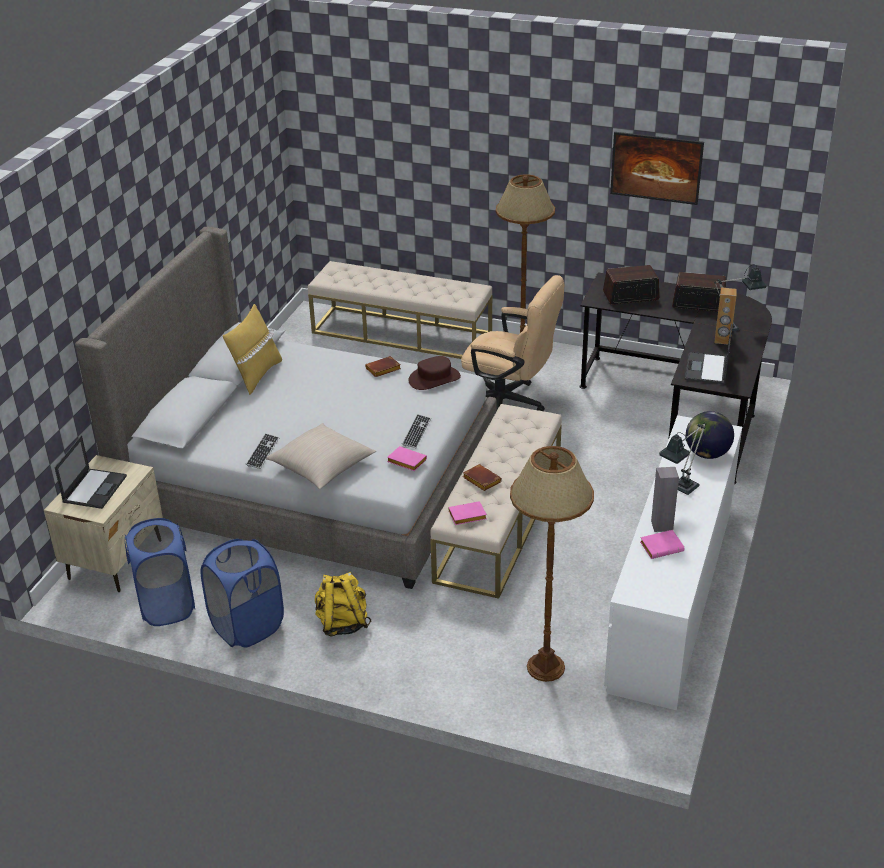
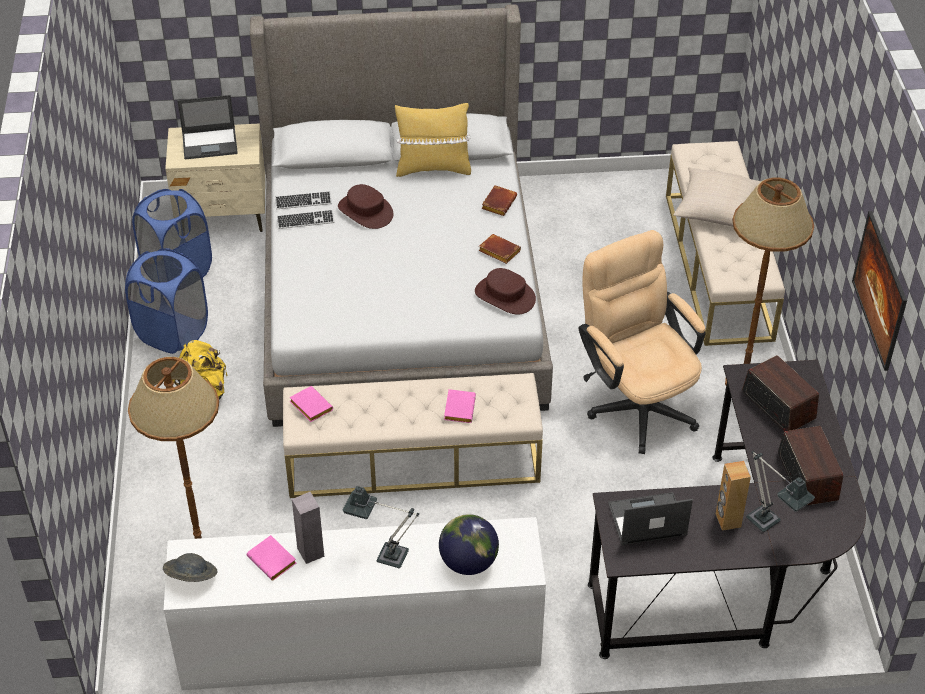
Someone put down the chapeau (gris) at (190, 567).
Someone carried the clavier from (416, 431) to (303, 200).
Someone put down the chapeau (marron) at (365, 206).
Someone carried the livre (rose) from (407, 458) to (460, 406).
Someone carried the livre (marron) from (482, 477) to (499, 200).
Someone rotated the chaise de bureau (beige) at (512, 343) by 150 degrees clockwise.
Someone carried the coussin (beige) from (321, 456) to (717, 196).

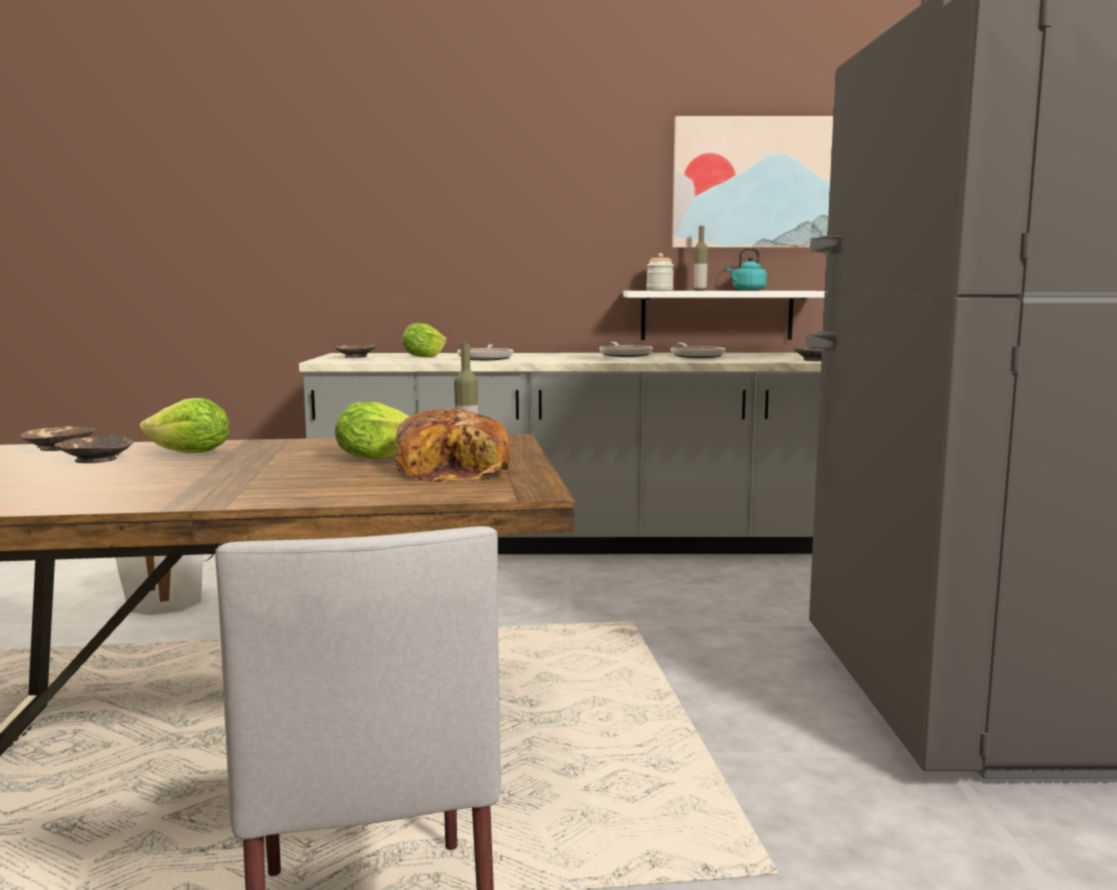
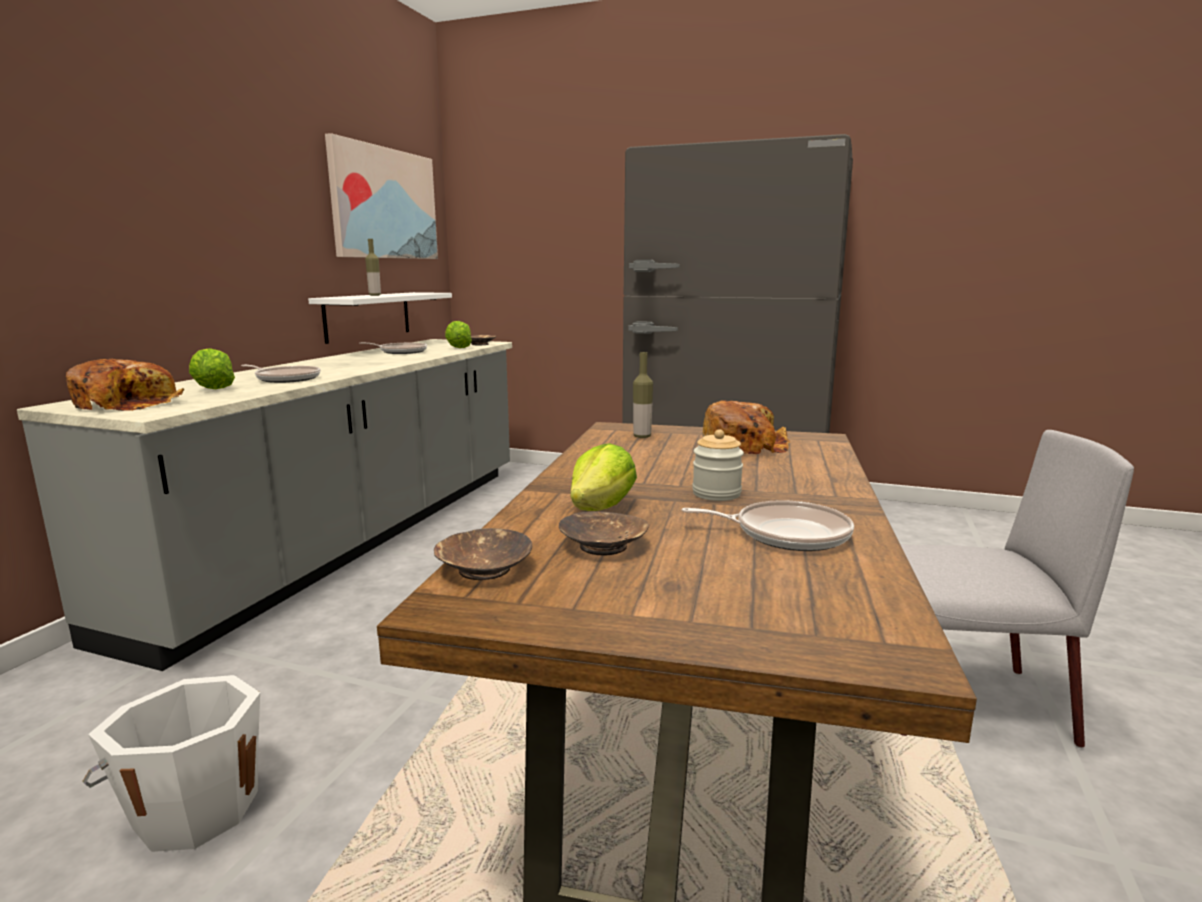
Someone swapped the bol (marron) at (355, 351) for the pain at (125, 385).
Someone carried the laitue from (372, 430) to (458, 334).
Someone carried the poêle from (626, 349) to (768, 525).
Someone carried the bocal from (660, 272) to (718, 465).
Someone took away the bouilloire (turquoise) at (747, 269).

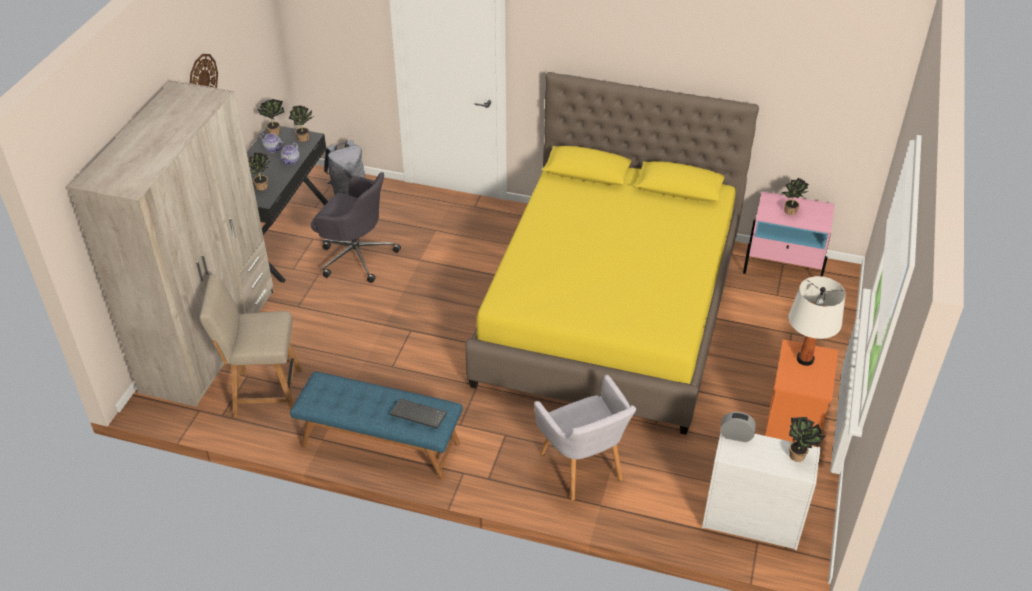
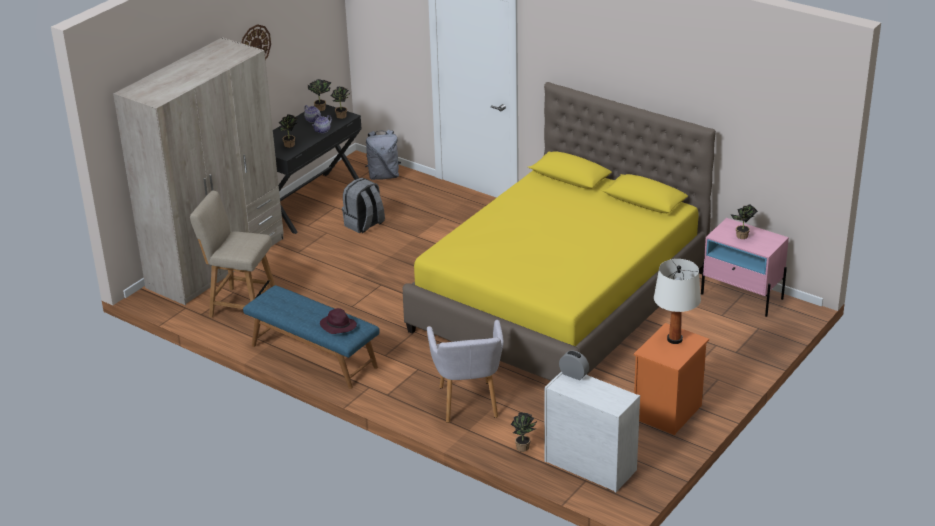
Someone swapped the clavier at (418, 413) for the chapeau (violet) at (338, 321).
Someone swapped the chaise de bureau (gris) at (356, 227) for the sac à dos (gris) at (363, 205).
Someone carried the plante en pot from (807, 439) to (523, 432).

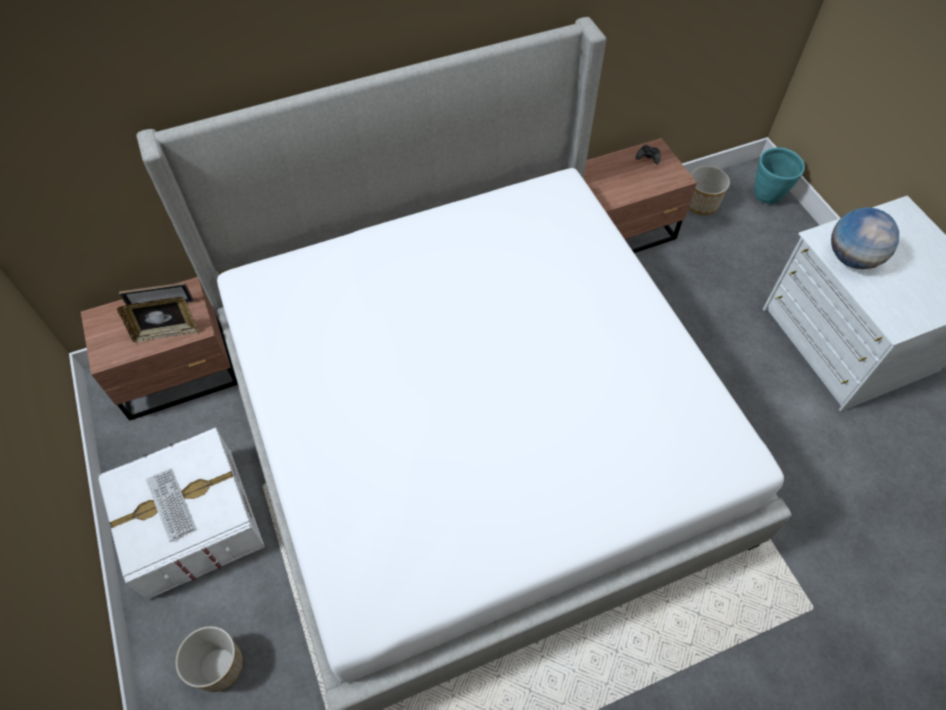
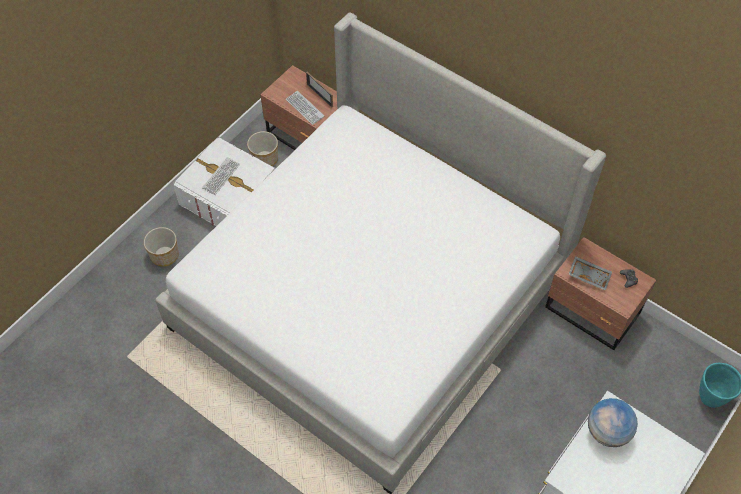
Someone carried the cache-pot from (709, 190) to (262, 148).
Someone swapped the cadre photo at (157, 320) for the clavier at (305, 108).
Someone put down the plateau (gris) at (590, 273).

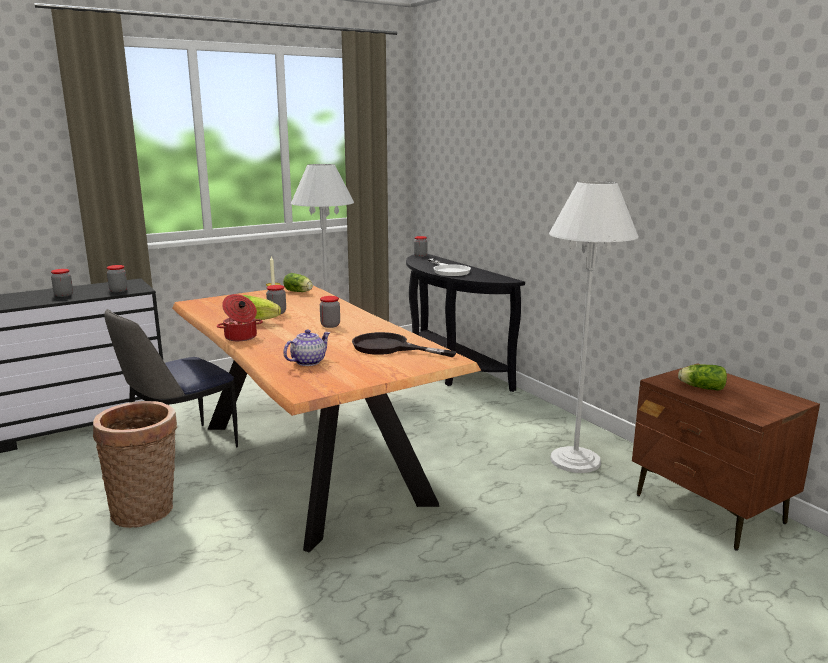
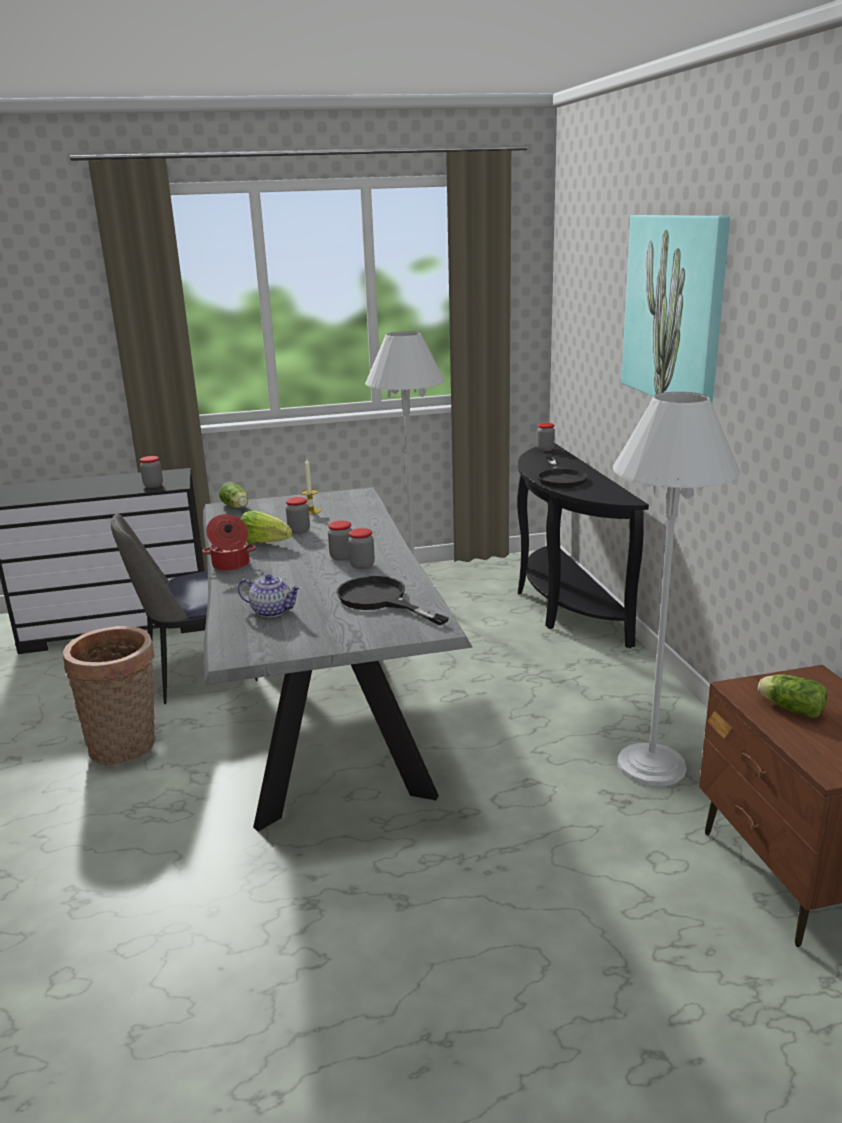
Someone repainted the table à manger (marron) at (326, 419), which became the table à manger (gris) at (337, 659).
Someone carried the laitue from (298, 282) to (233, 495).
Someone rotated the théière at (306, 347) by 45 degrees clockwise.
Someone carried the bocal from (62, 283) to (361, 548).
Someone repainted the poêle (blanc) at (449, 267), which became the poêle (noir) at (562, 472).
Someone put up the tableau at (675, 310).

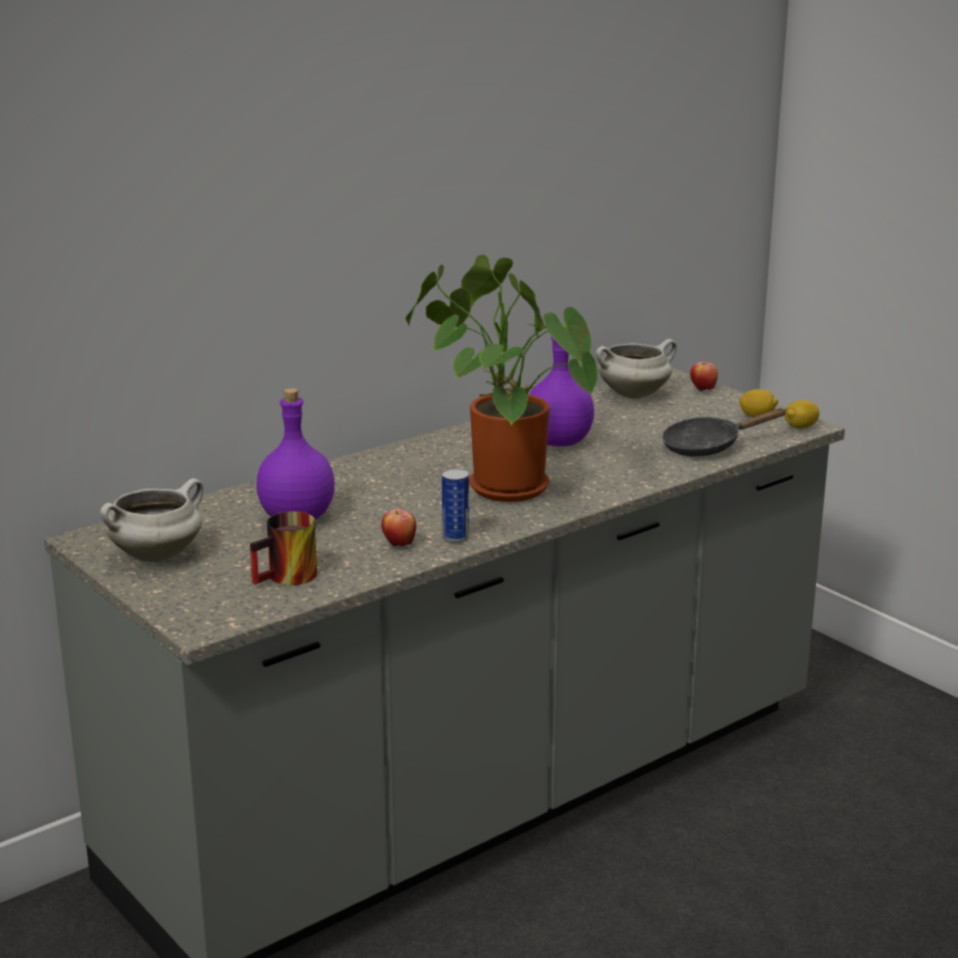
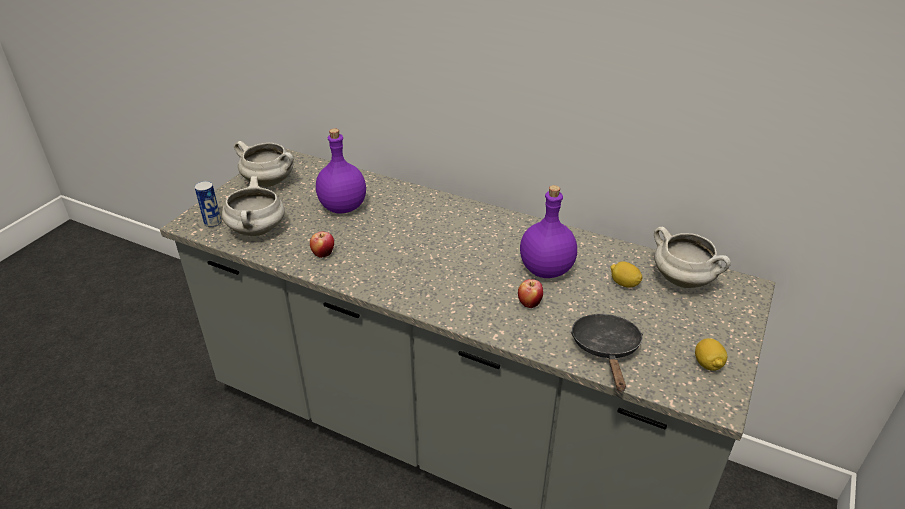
Someone carried the boîte métallique from (455, 506) to (207, 204).
Someone swapped the mug at (283, 548) for the marmite (blanc) at (253, 206).
Someone carried the pomme from (704, 377) to (530, 293).
Someone rotated the poêle (noir) at (724, 432) by 45 degrees clockwise.
Someone carried the citron from (802, 414) to (626, 274).
Someone took away the plante en pot at (502, 378).

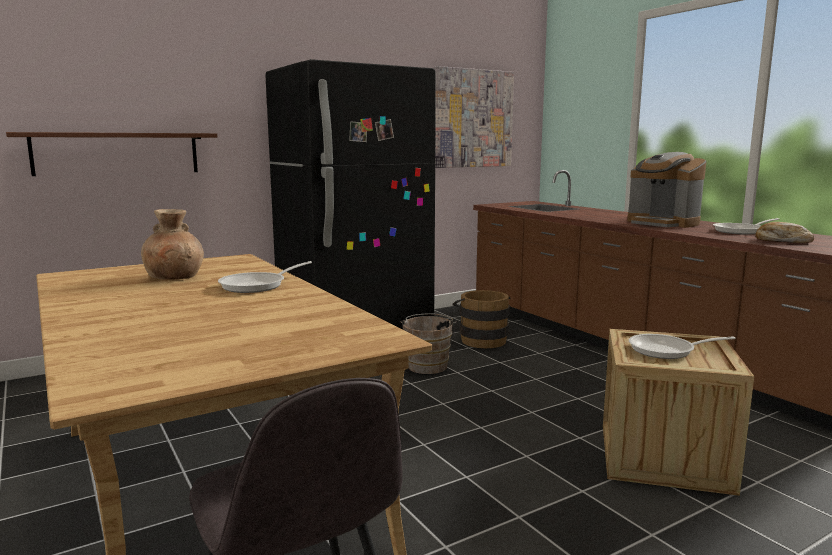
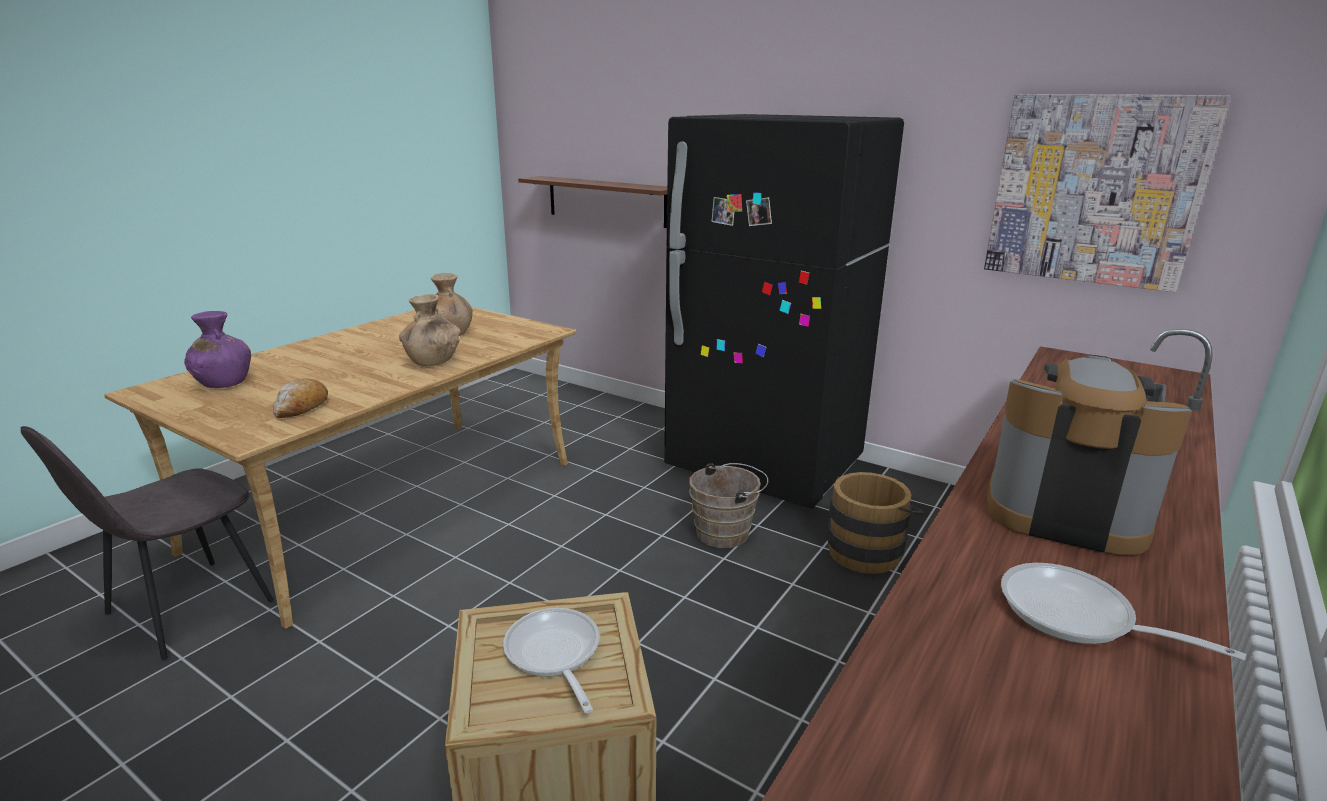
Someone put down the vase (violet) at (217, 349).
Someone carried the pain from (785, 232) to (300, 398).
Someone swapped the poêle at (265, 277) for the vase (marron) at (430, 330).
Someone rotated the machine à café at (666, 190) by 90 degrees clockwise.

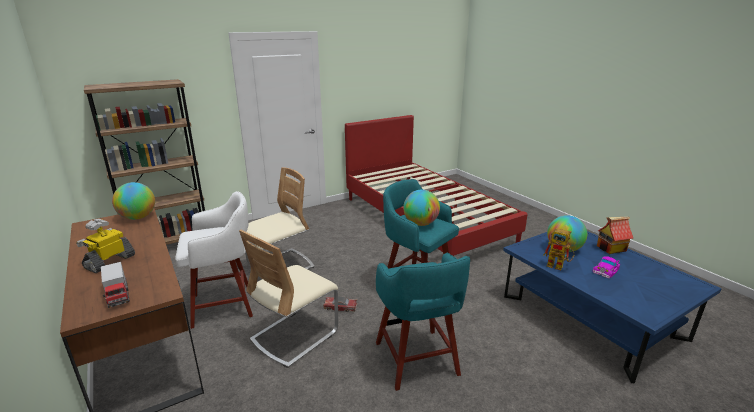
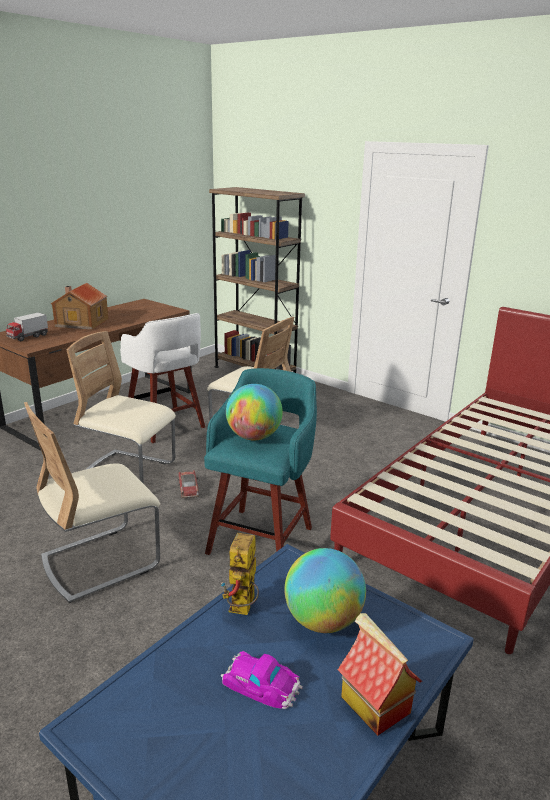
Someone swapped the tabouret (turquoise) at (423, 322) for the chaise (beige) at (92, 502).
Someone swapped the robot jouet at (105, 246) for the maison miniature at (79, 306).
Someone took away the globe at (133, 201).

